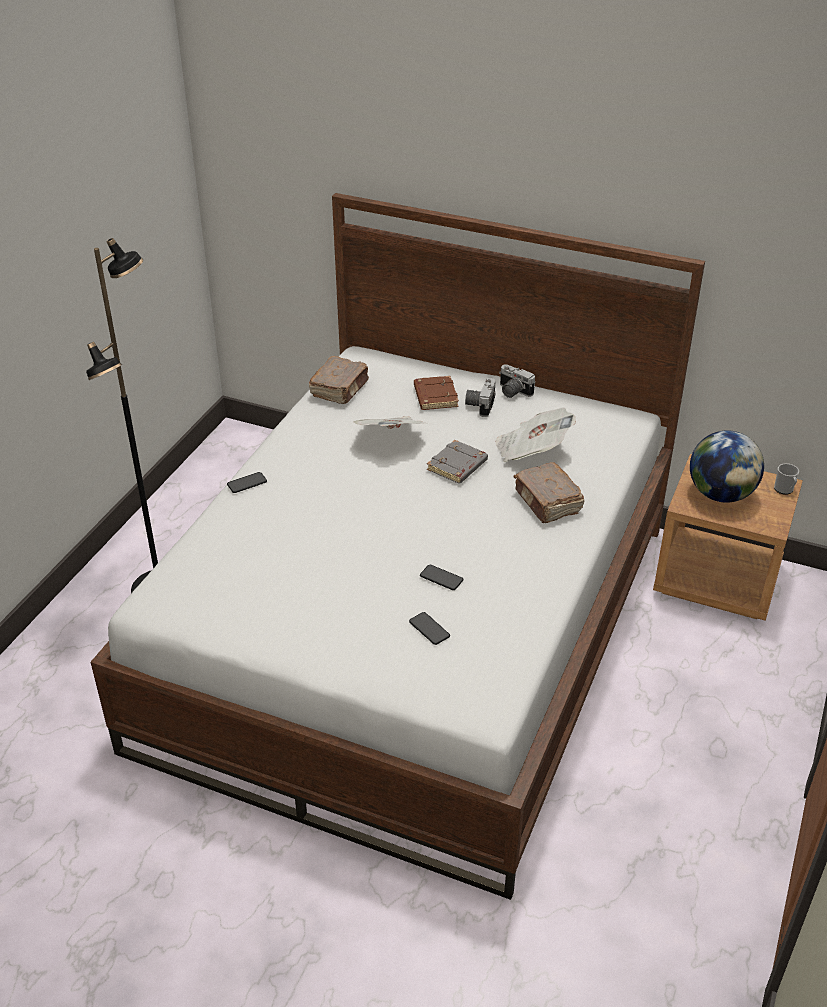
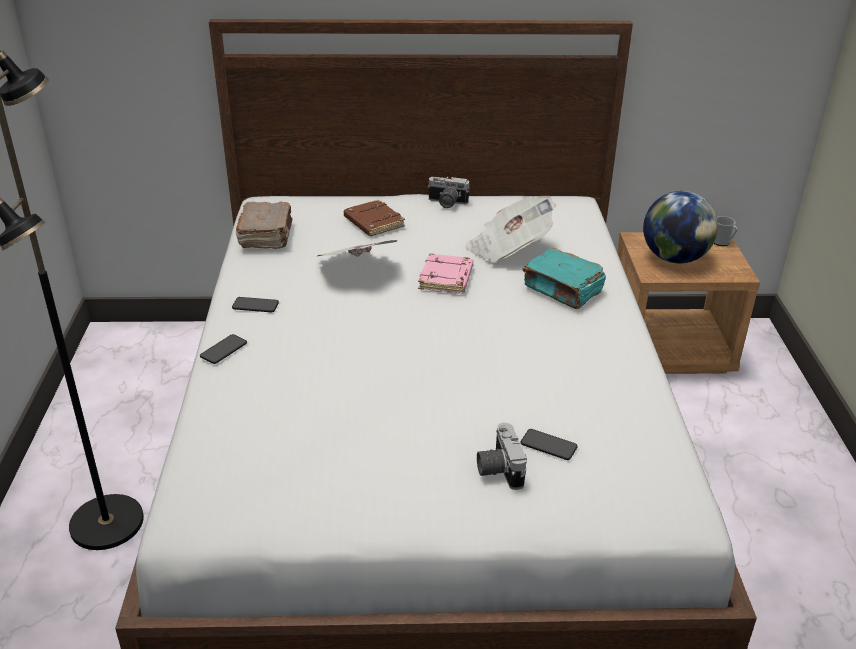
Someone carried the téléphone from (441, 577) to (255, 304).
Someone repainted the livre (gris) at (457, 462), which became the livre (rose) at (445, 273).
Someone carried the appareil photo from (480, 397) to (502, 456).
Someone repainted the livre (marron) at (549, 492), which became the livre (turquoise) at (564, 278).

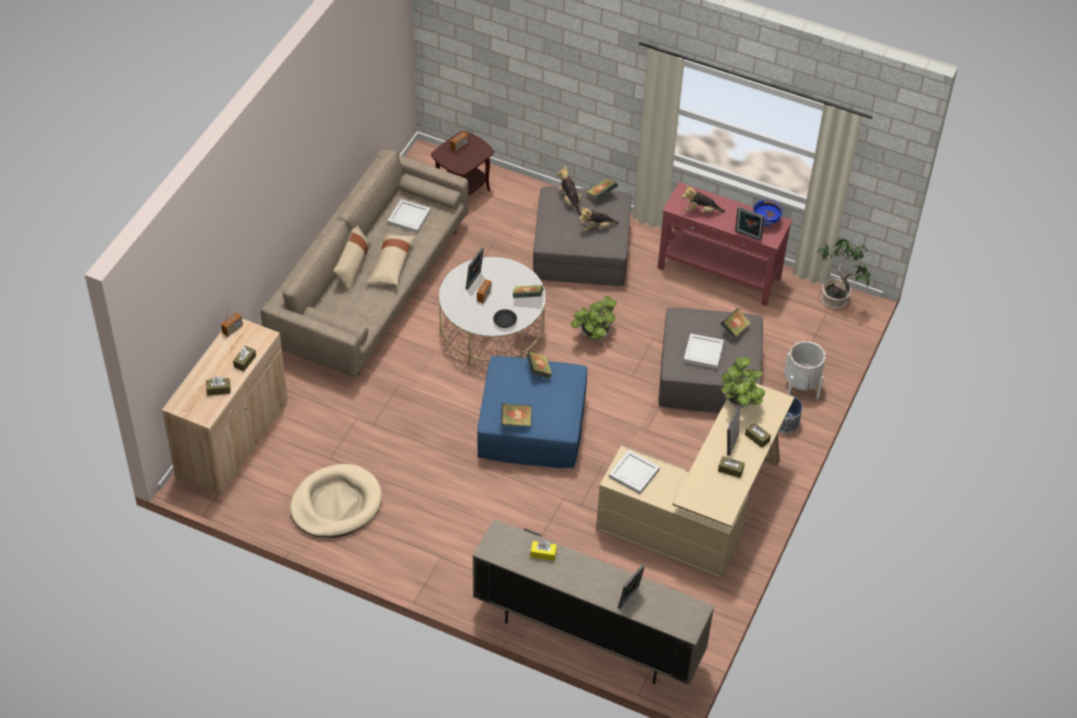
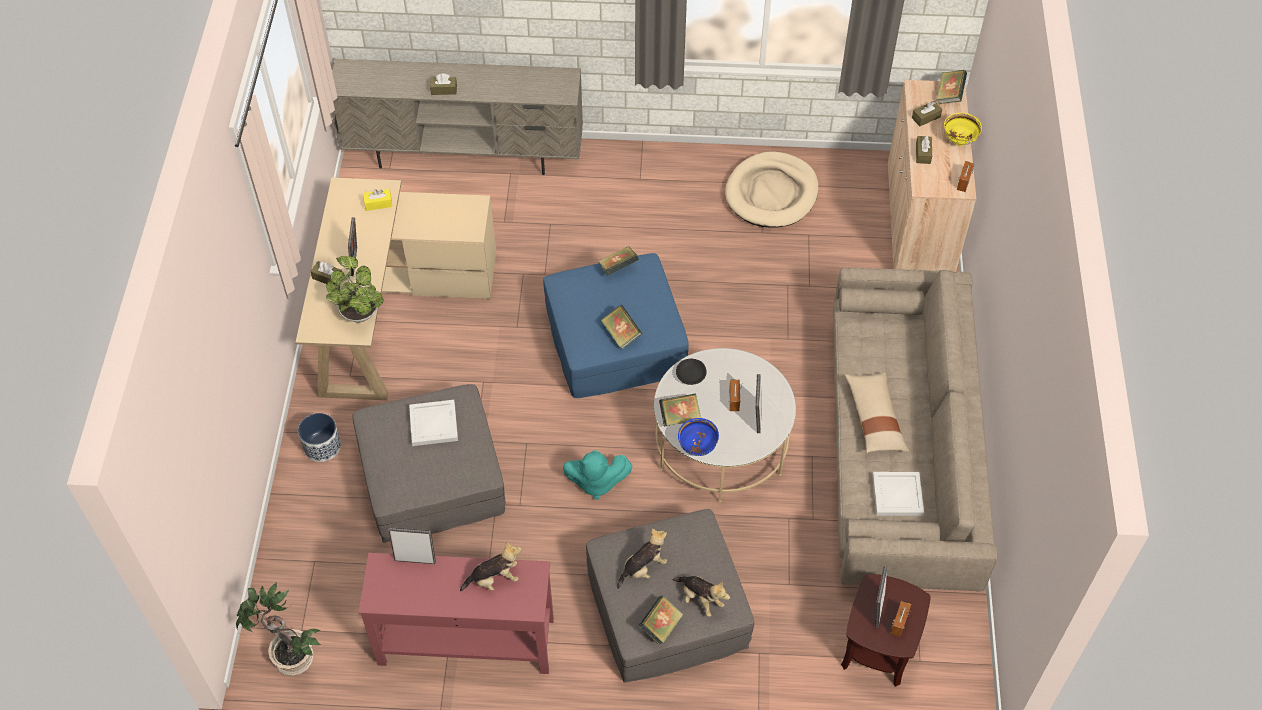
Someone carried the boîte à mouchoirs (jaune) from (543, 551) to (378, 200).
Someone carried the boîte à mouchoirs (marron) from (731, 467) to (443, 84).
Someone swapped the plante en pot at (594, 318) for the peluche (turquoise) at (598, 474).
Someone carried the bol (bleu) from (768, 213) to (698, 437).
Someone carried the cadre photo from (631, 586) to (881, 597).
Someone carried the livre from (735, 323) to (951, 87).
Someone put down the bol (jaune) at (963, 129).
Someone took away the coussin (beige) at (352, 259).
Someone took away the plateau (blanc) at (634, 472).
Someone took away the cache-pot (blanc) at (805, 370).

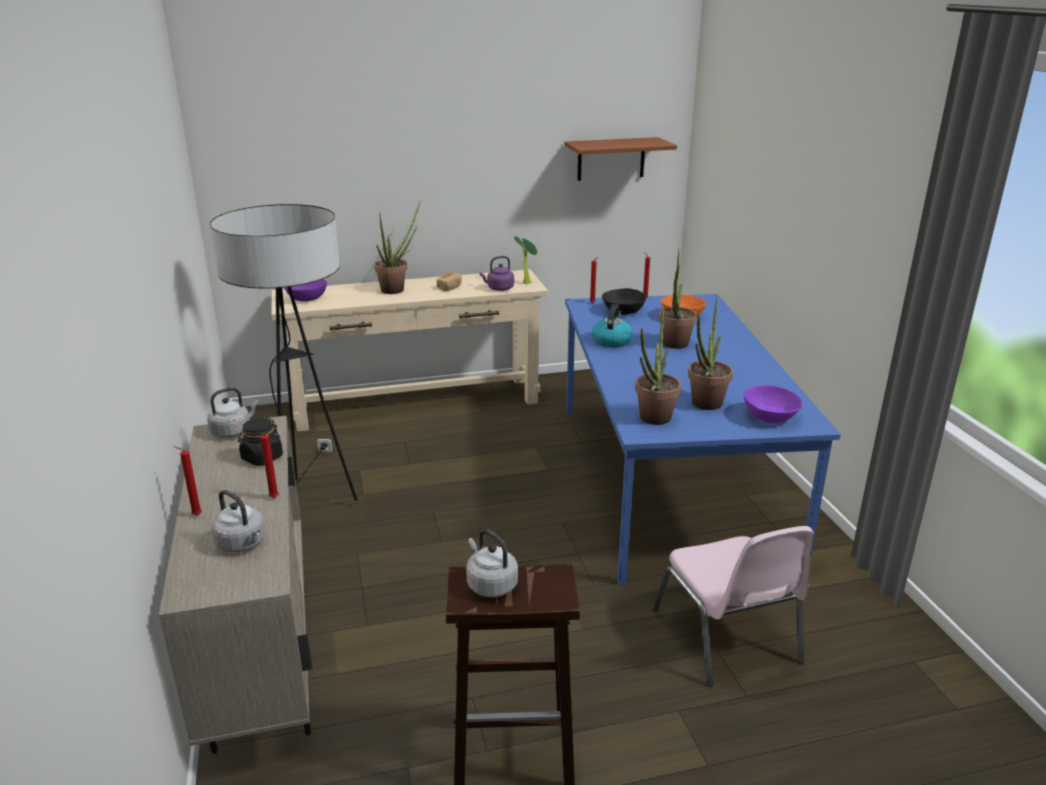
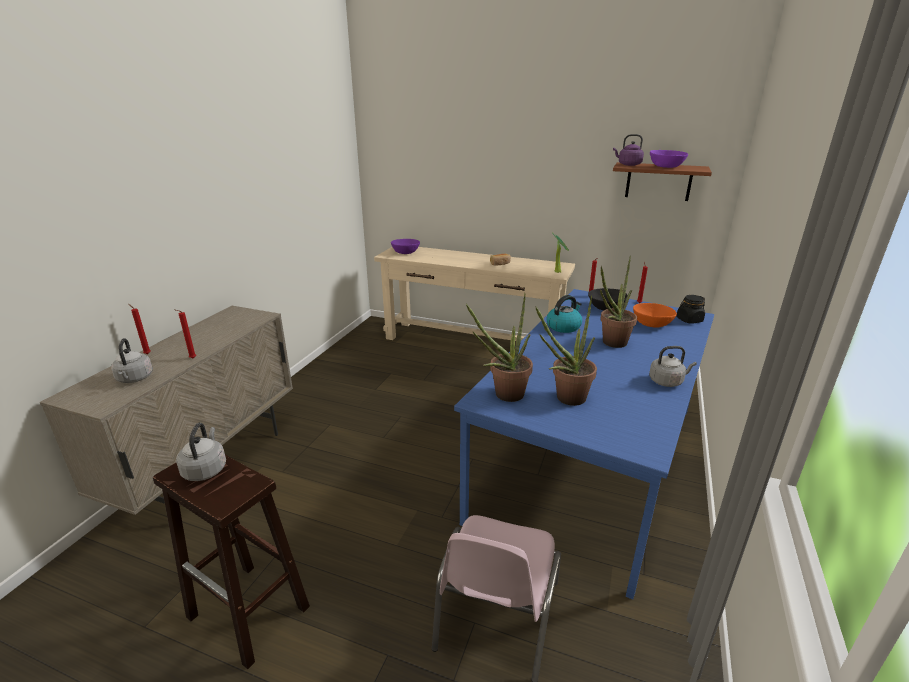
Someone carried the bouilloire (violet) from (497, 273) to (628, 150).
Someone carried the bouilloire (gris) from (233, 412) to (673, 366).
Someone carried the bol (violet) from (773, 404) to (669, 159).
Someone carried the bocal (noir) from (260, 441) to (690, 309).
Someone took away the lampadaire at (284, 352).
Someone took away the plante en pot at (397, 247).

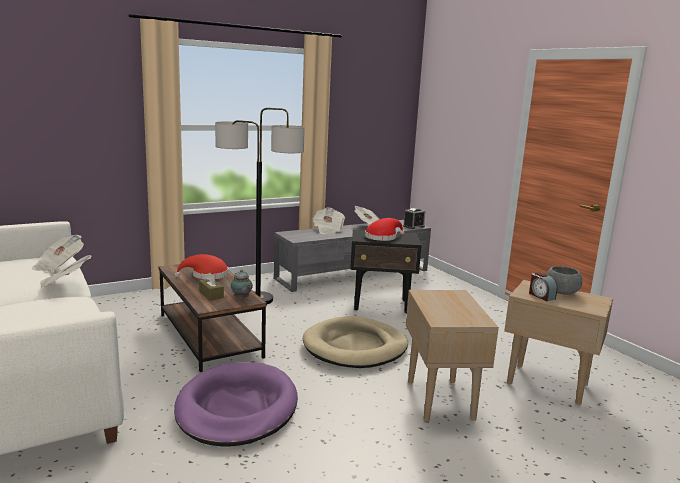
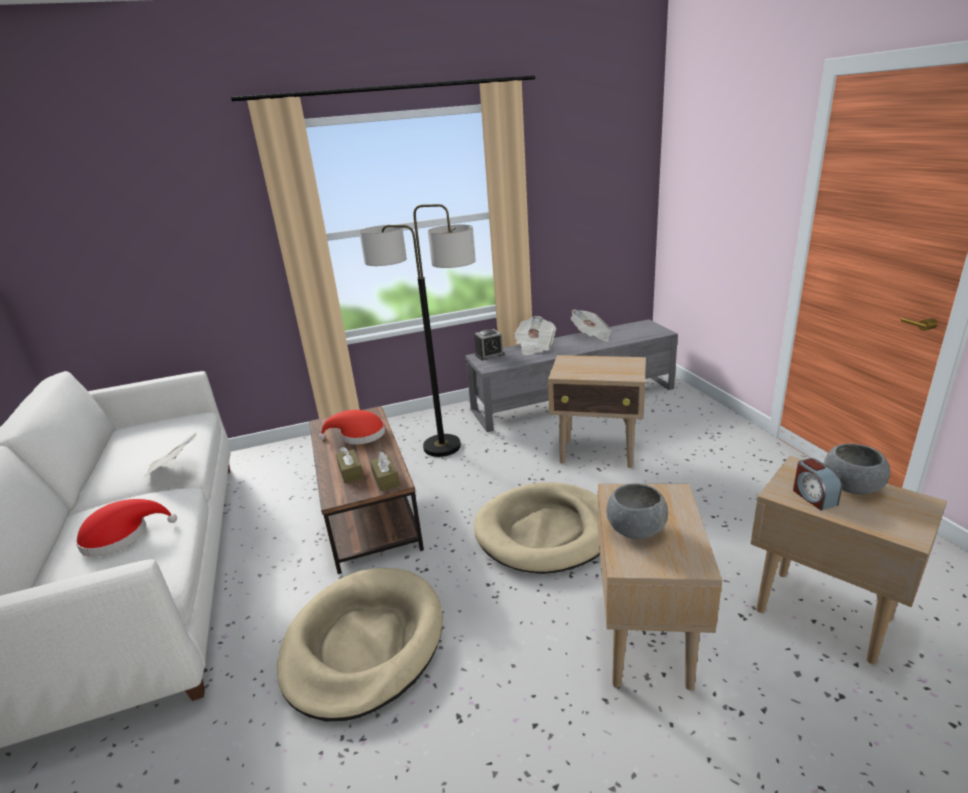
Someone carried the chapeau (rouge) from (385, 229) to (126, 528).
Someone repainted the panier pour chien (violet) at (236, 404), which became the panier pour chien (beige) at (360, 644).
Someone swapped the théière at (242, 284) for the boîte à mouchoirs (marron) at (385, 471).
Someone carried the réveil from (414, 218) to (489, 344).
Someone repainted the table d'appoint (noir) at (386, 272), which became the table d'appoint (beige) at (597, 411).
Someone put down the bol (gris) at (637, 511).
Someone took away the journal at (58, 253).

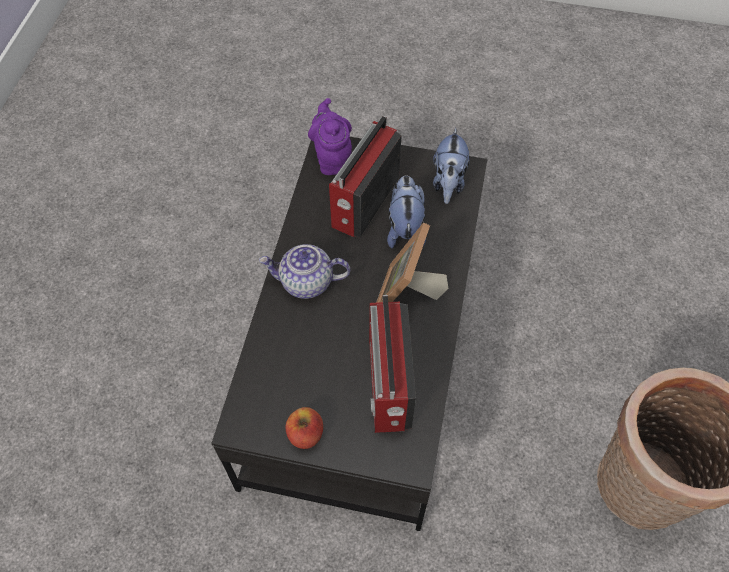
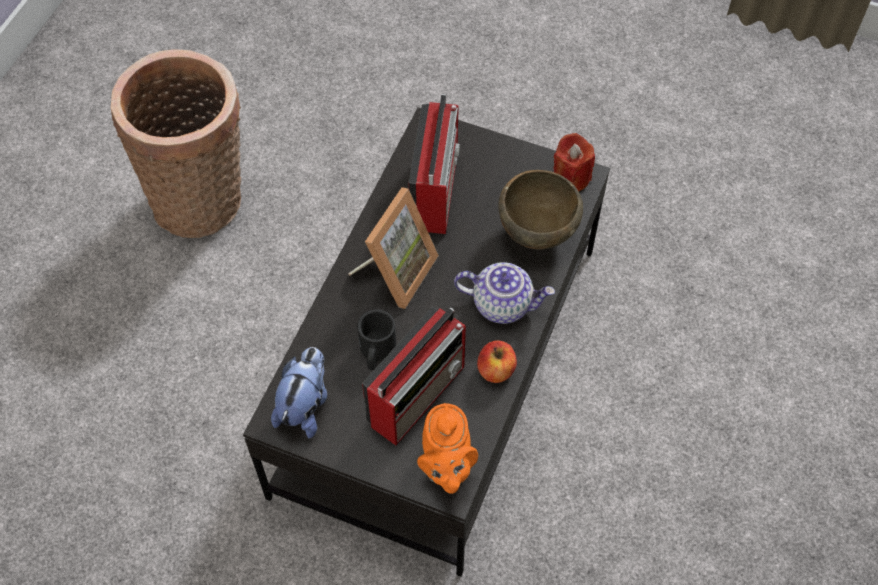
Someone swapped the peluche at (406, 211) for the mug (noir) at (376, 339).
Someone repainted the théière (violet) at (330, 136), which became the théière (orange) at (447, 448).
Someone carried the pomme from (304, 428) to (497, 361).
Someone put down the bol (marron) at (540, 210).
Someone put down the bougie (rouge) at (574, 162).

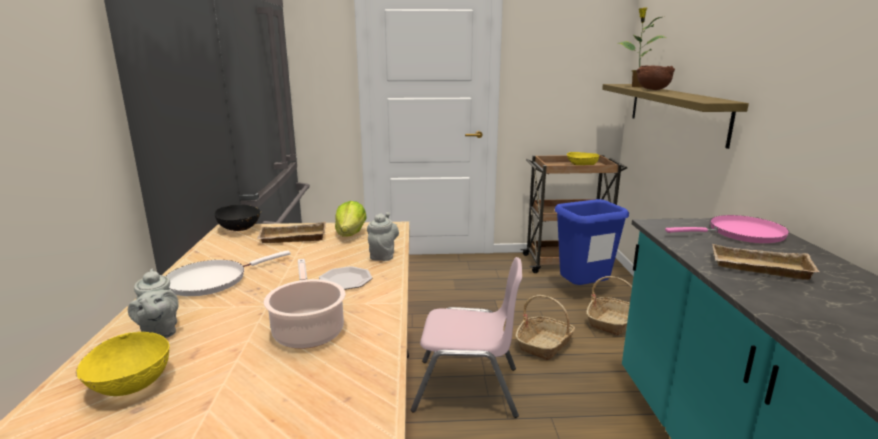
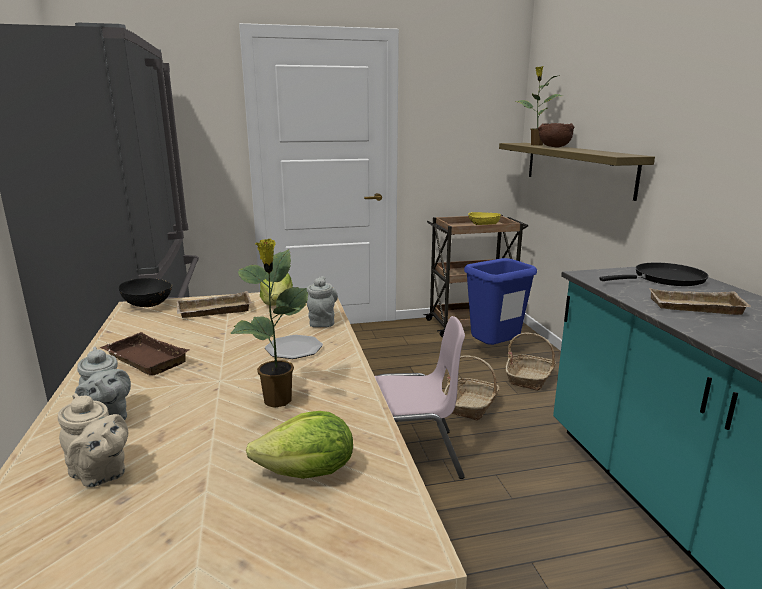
Someone swapped the bol (jaune) at (122, 364) for the théière (beige) at (93, 440).
Someone swapped the poêle (blanc) at (228, 273) for the plateau (marron) at (144, 353).
Someone swapped the marmite at (304, 304) for the plante en pot at (269, 323).
Someone put down the laitue at (299, 445).
Someone repainted the poêle (rose) at (727, 229), which became the poêle (noir) at (653, 274).

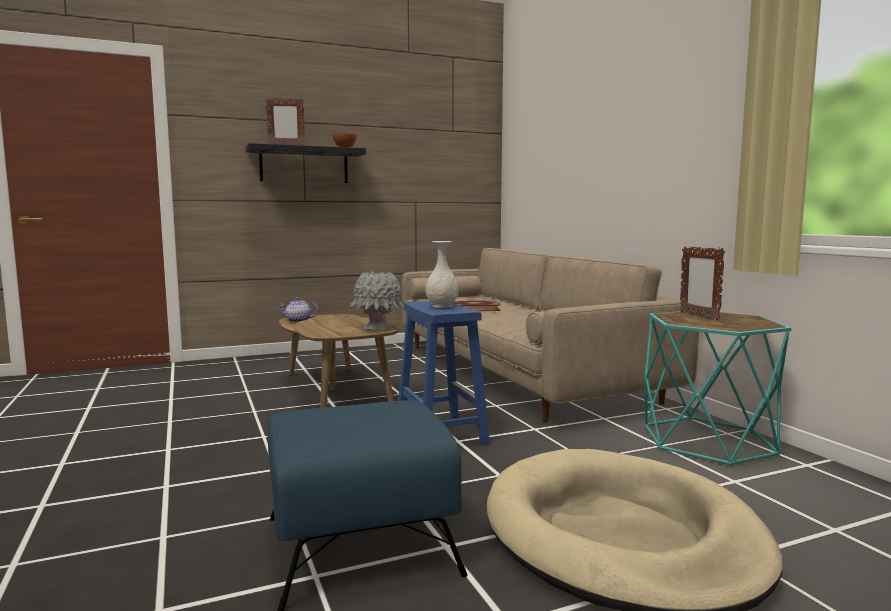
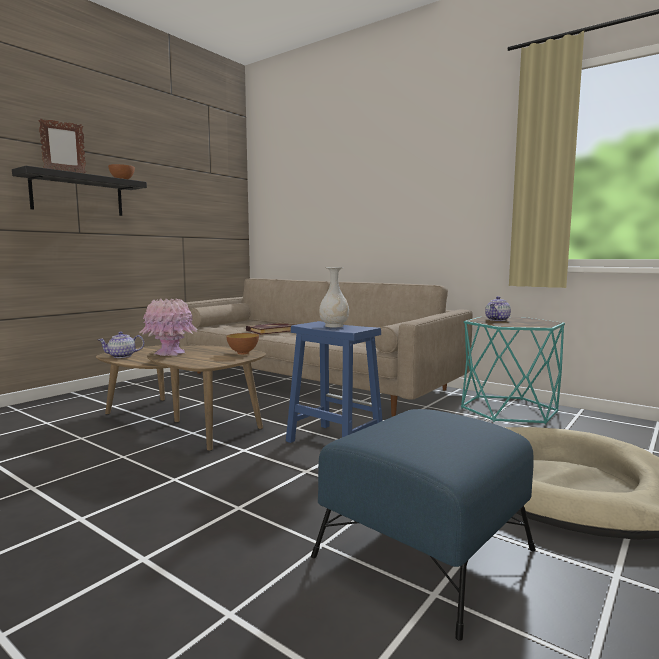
Someone put down the vase (rose) at (168, 327).
Someone swapped the vase (gris) at (377, 300) for the bol at (242, 343).
Someone swapped the cadre photo at (702, 283) for the théière at (498, 308).

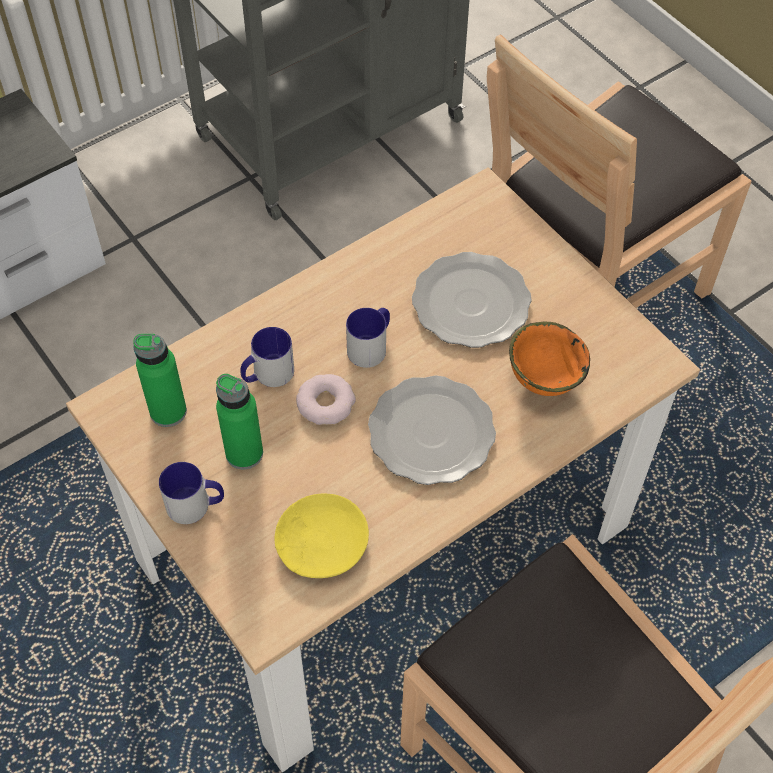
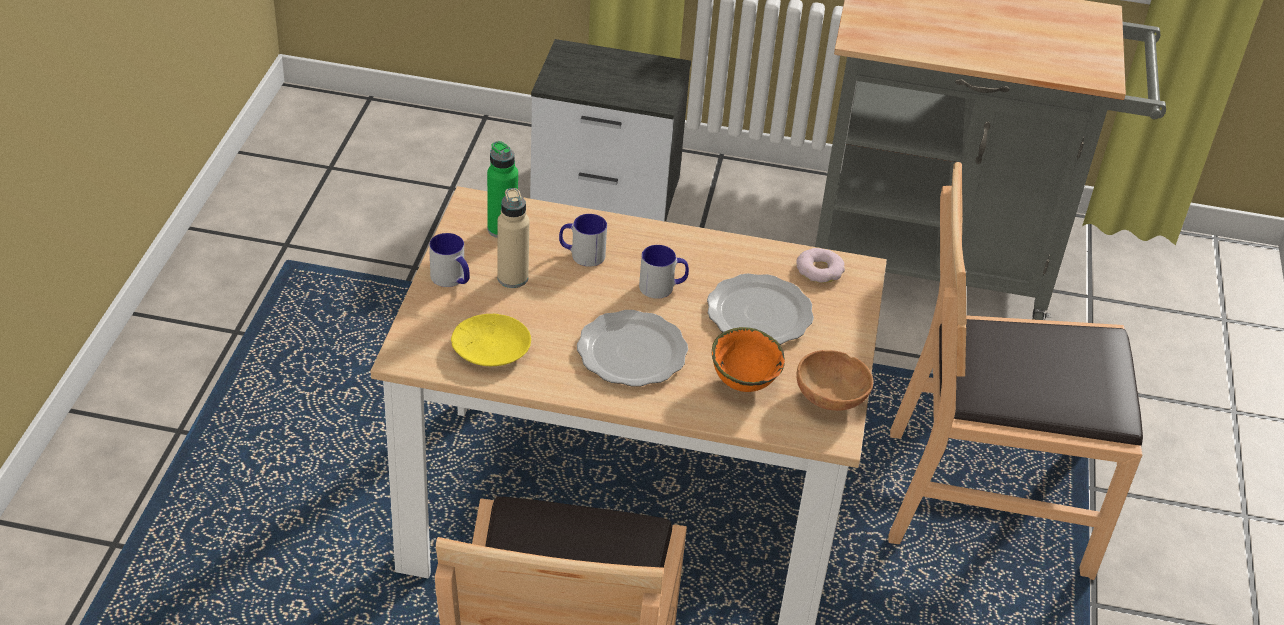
Someone repainted the bouteille (vert) at (239, 421), which became the bouteille (beige) at (513, 238).
Someone carried the beignet from (326, 399) to (820, 265).
Someone put down the bol (marron) at (834, 380).

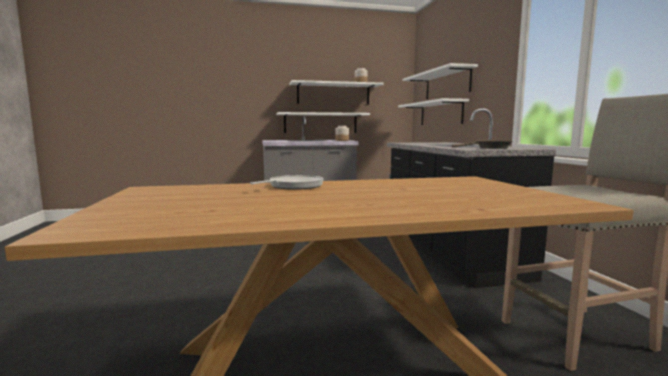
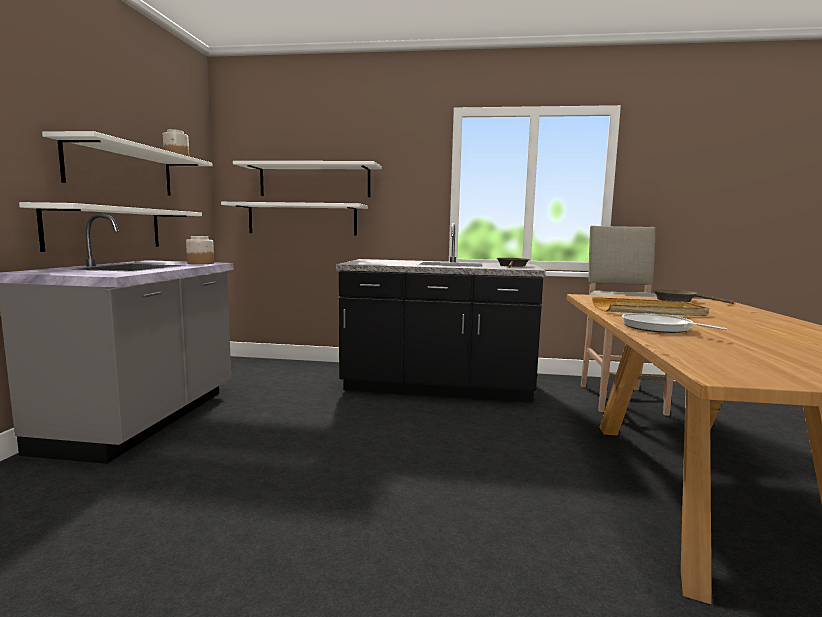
Someone put down the plateau (beige) at (650, 306).
Someone put down the poêle (marron) at (693, 296).

